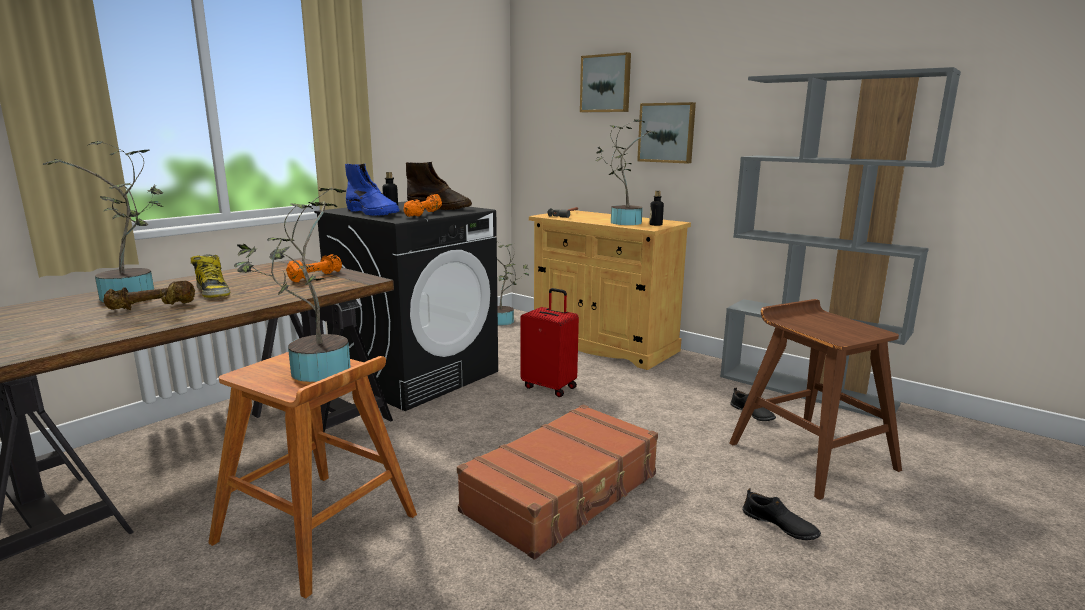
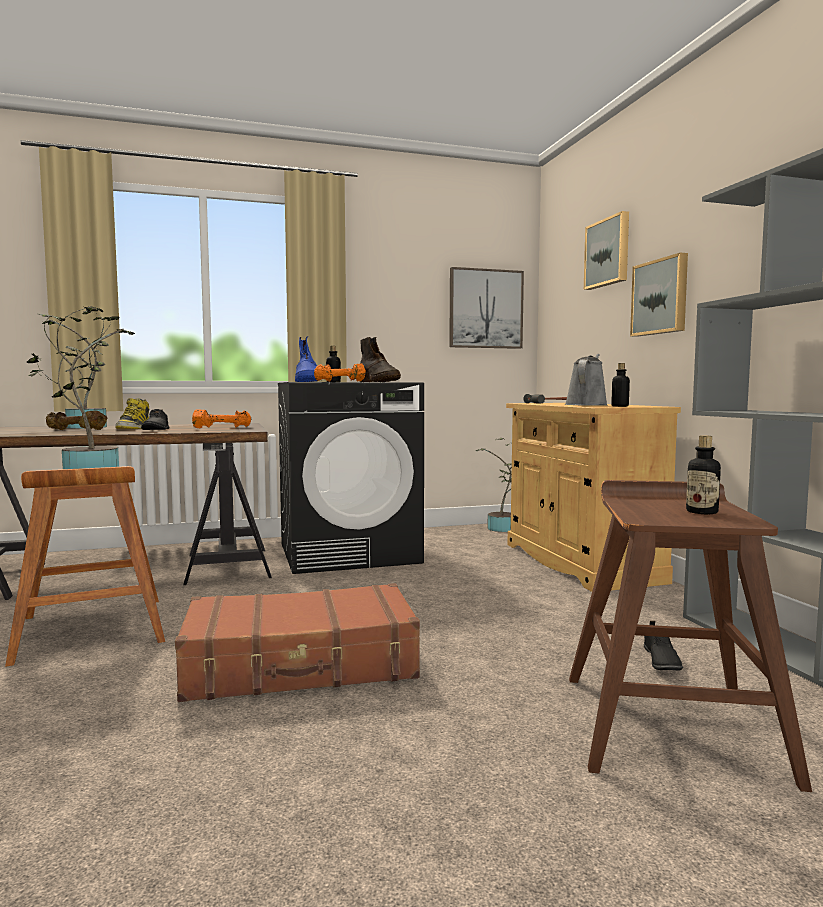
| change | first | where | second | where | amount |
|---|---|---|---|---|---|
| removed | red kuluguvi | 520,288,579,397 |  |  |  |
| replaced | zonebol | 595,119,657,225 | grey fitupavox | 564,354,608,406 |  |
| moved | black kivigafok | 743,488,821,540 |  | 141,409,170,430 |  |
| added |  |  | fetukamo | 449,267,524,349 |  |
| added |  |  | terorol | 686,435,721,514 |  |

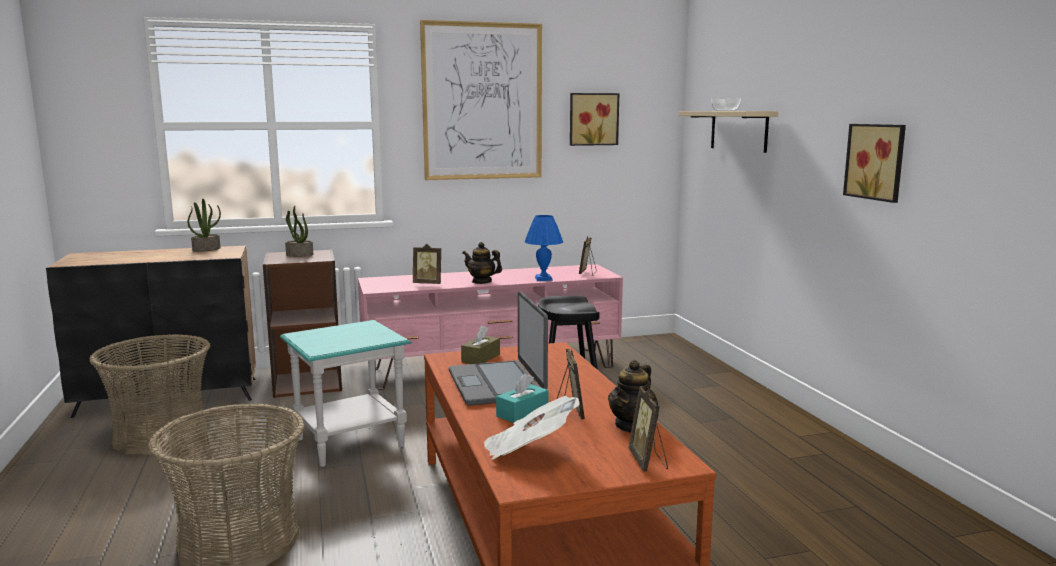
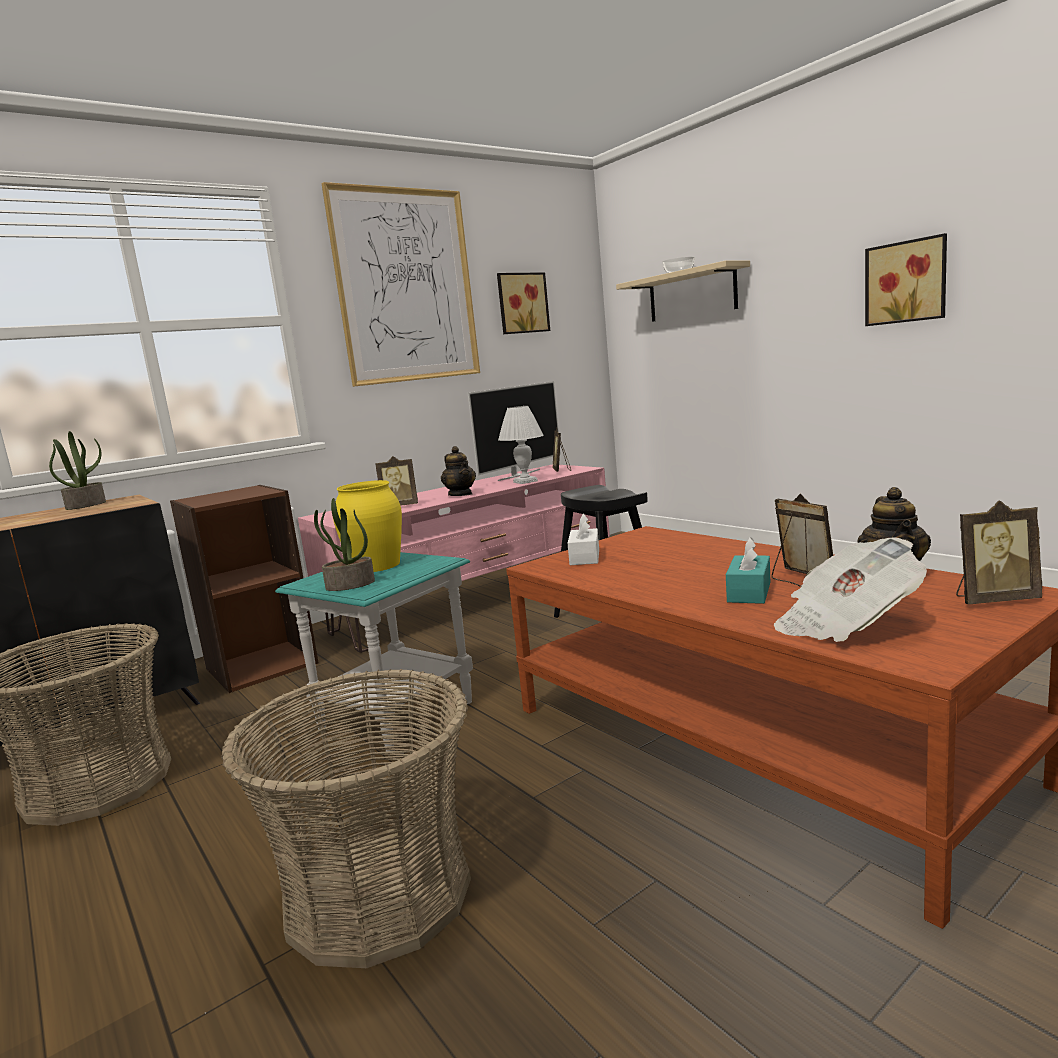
| change | first | where | second | where | amount |
|---|---|---|---|---|---|
| moved | zonebol | 285,206,313,257 |  | 314,498,375,591 |  |
| removed | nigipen | 449,291,548,406 |  |  |  |
| recoloured | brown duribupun | 461,325,500,364 | white duribupun | 568,513,599,565 |  |
| turned | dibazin | 462,242,502,284 |  | 441,446,476,496 | 120 degrees counterclockwise |
| recoloured | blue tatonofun | 525,215,563,281 | white tatonofun | 498,406,544,484 |  |
| turned | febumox | 628,386,668,471 |  | 956,500,1042,604 | 60 degrees counterclockwise |
| added |  |  | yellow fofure | 333,480,402,572 |  |
| added |  |  | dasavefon | 468,381,561,481 |  |

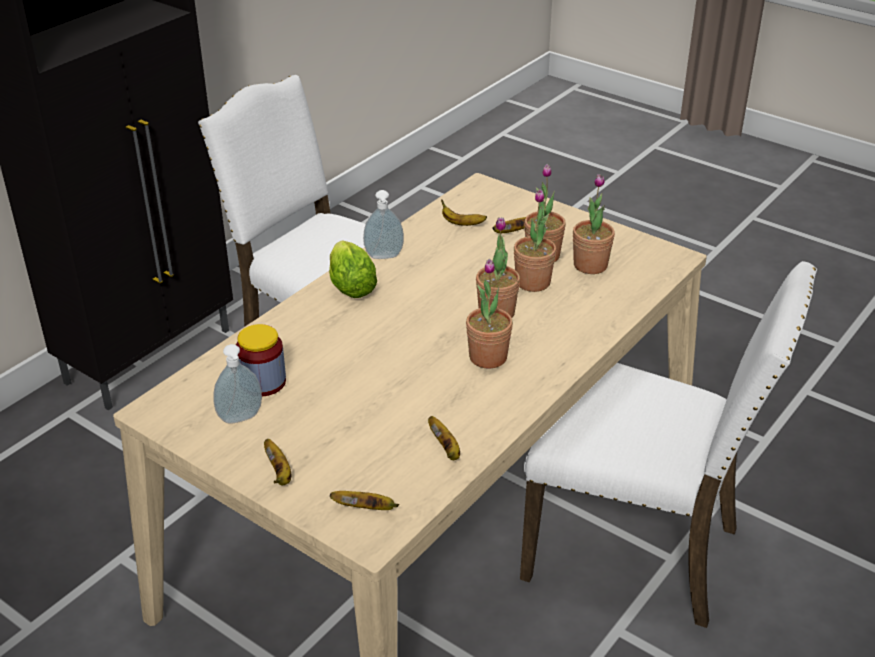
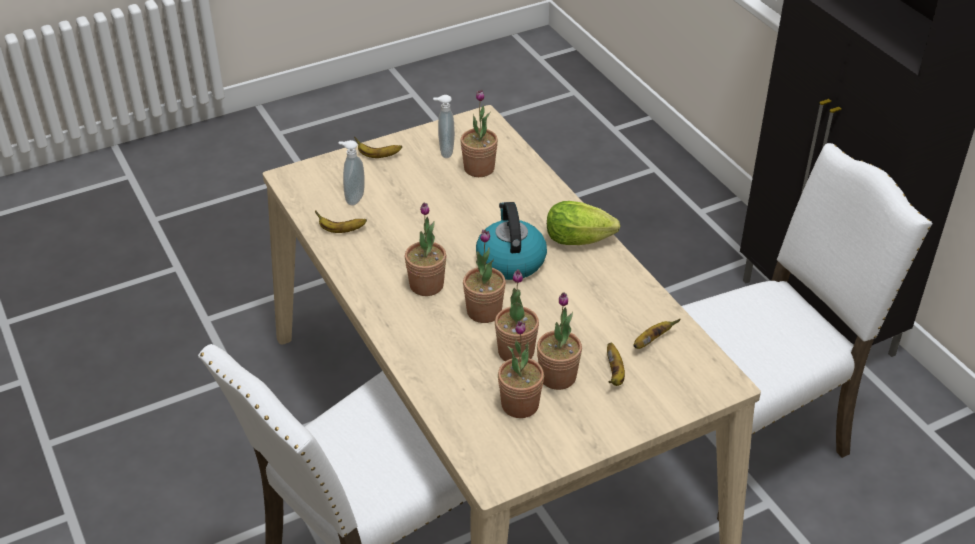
| change | first | where | second | where | amount |
|---|---|---|---|---|---|
| replaced | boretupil | 236,324,286,397 | zonebol | 460,90,498,177 |  |
| removed | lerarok | 330,491,399,510 |  |  |  |
| moved | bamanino | 363,190,404,259 |  | 339,140,365,206 |  |
| added |  |  | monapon | 476,202,547,280 |  |

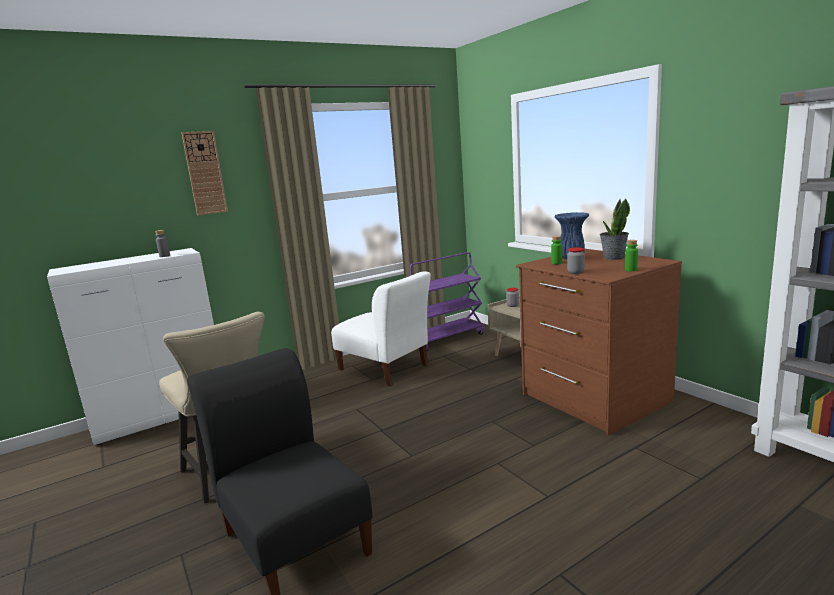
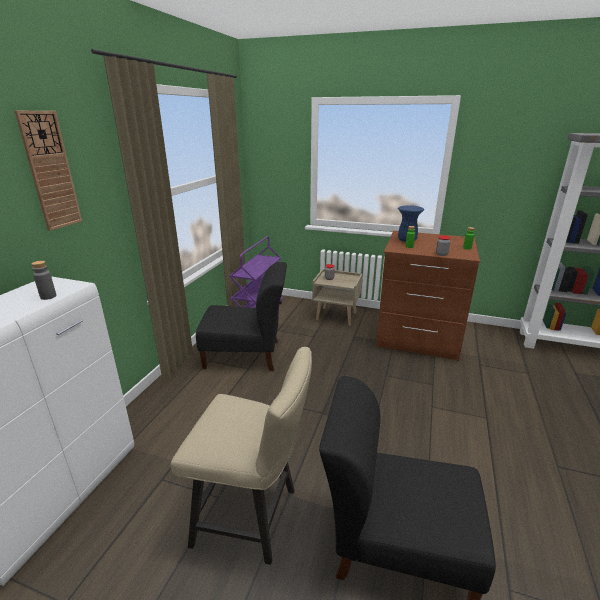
| change | first | where | second | where | amount |
|---|---|---|---|---|---|
| recoloured | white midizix | 331,271,431,386 | black midizix | 196,262,287,371 |  |
| removed | zonebol | 600,198,630,260 |  |  |  |

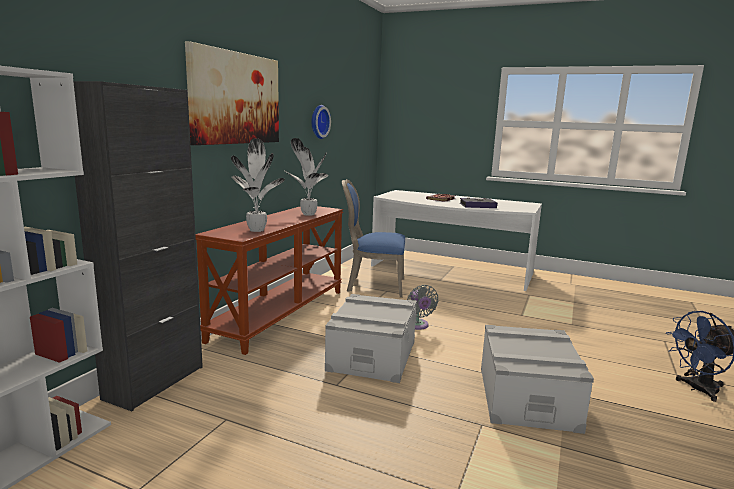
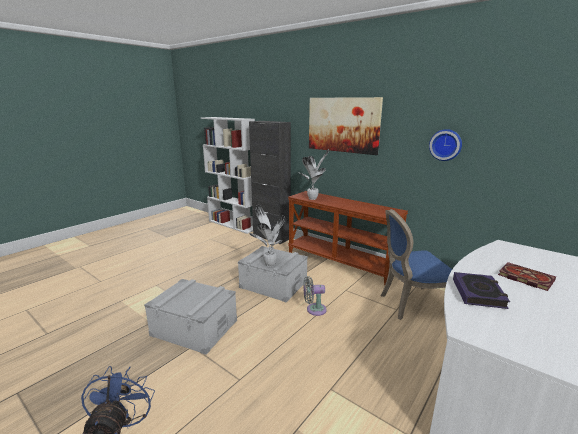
| change | first | where | second | where | amount |
|---|---|---|---|---|---|
| moved | zonebol | 285,138,328,216 |  | 249,205,285,267 |  |
| turned | blue midizix | 342,179,405,298 |  | 381,209,452,320 | 120 degrees counterclockwise |

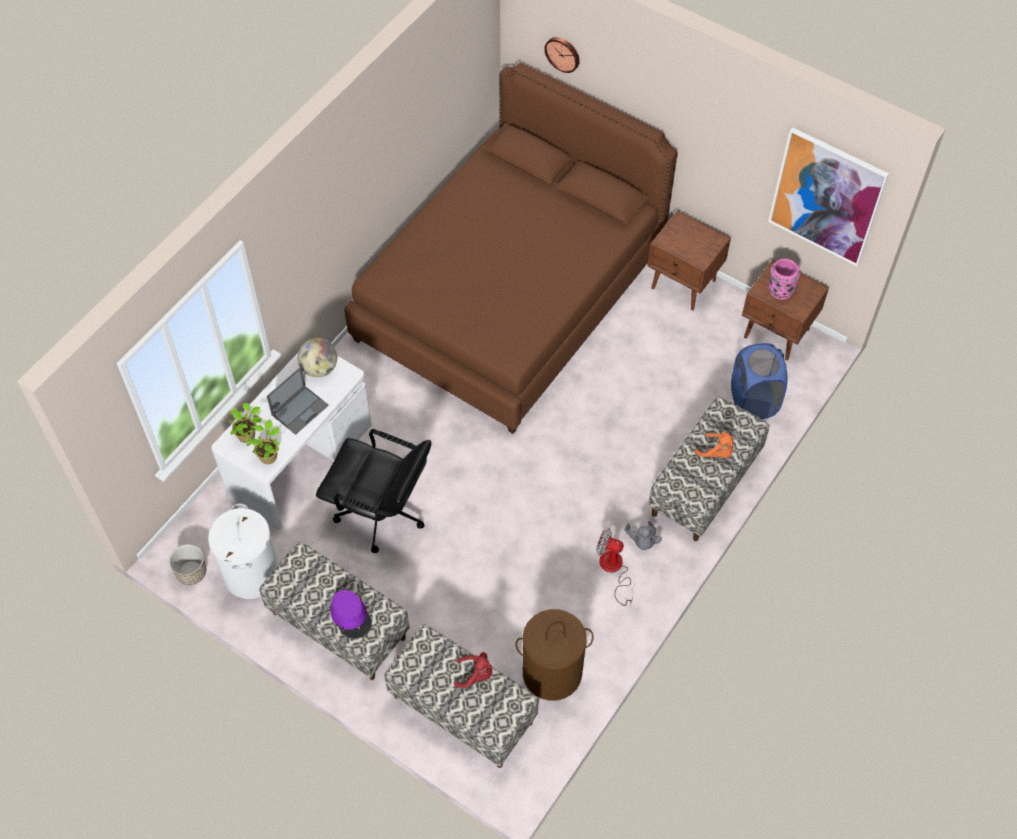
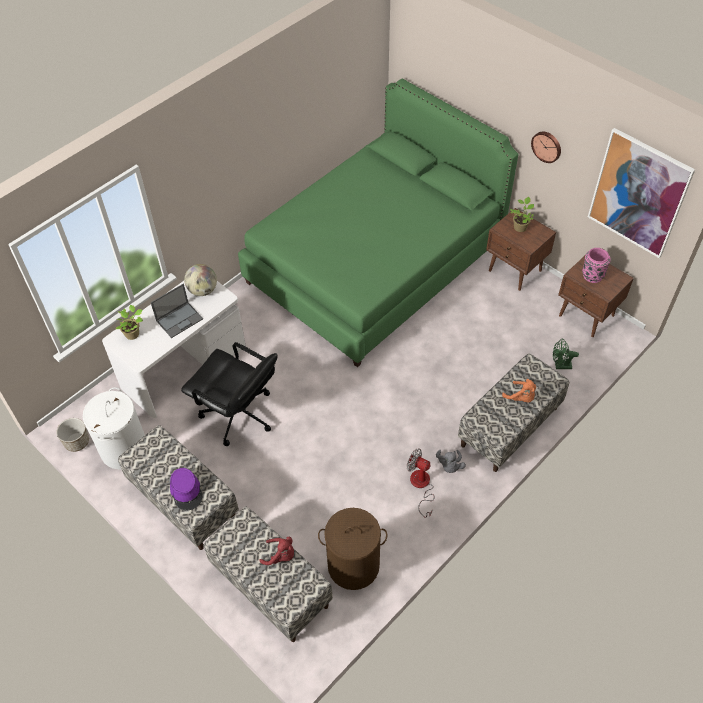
| change | first | where | second | where | amount |
|---|---|---|---|---|---|
| moved | zonebol | 247,419,280,464 |  | 510,197,534,232 |  |
| recoloured | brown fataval | 344,62,678,434 | green fataval | 238,79,518,367 |  |
| moved | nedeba | 544,37,580,73 |  | 531,131,561,163 |  |
| replaced | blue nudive | 731,343,787,419 | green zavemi | 553,339,579,369 |  |

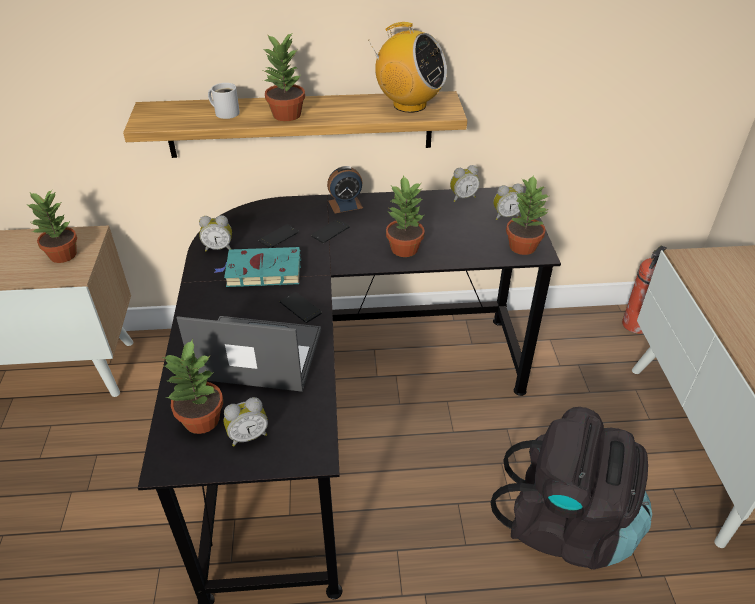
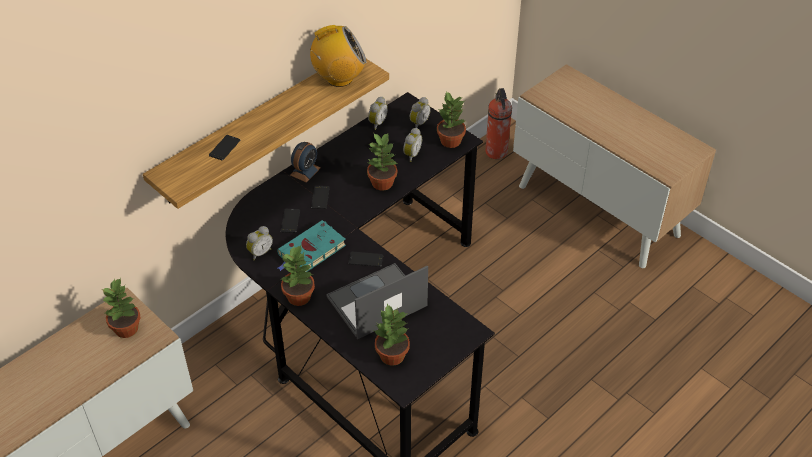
| change | first | where | second | where | amount |
|---|---|---|---|---|---|
| replaced | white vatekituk | 208,83,240,119 | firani | 209,135,240,160 |  |
| moved | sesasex | 224,397,268,447 |  | 403,128,422,162 |  |
| moved | zonebol | 262,32,305,121 |  | 281,246,315,306 |  |
| removed | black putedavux | 491,407,652,570 |  |  |  |

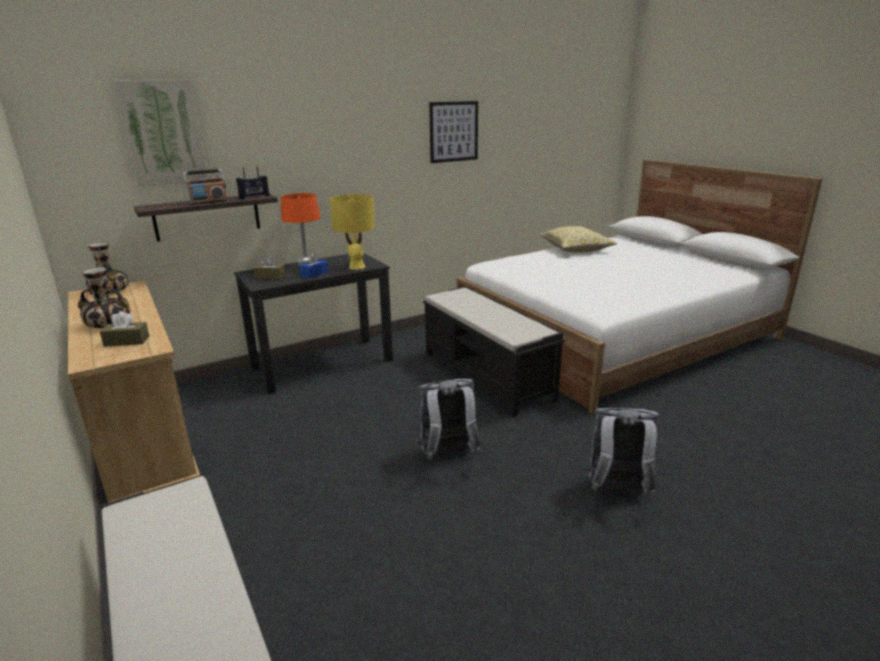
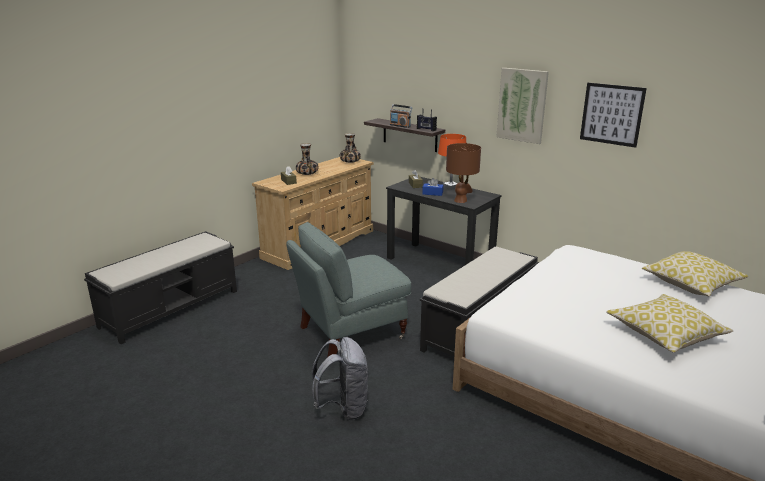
| change | first | where | second | where | amount |
|---|---|---|---|---|---|
| moved | fetukamo | 114,80,208,186 |  | 496,68,549,144 |  |
| recoloured | yellow tatonofun | 330,194,375,270 | brown tatonofun | 446,143,481,203 |  |
| replaced | grey putedavux | 418,379,482,460 | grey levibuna | 286,222,411,357 |  |
| added |  |  | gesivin | 606,294,734,353 |  |

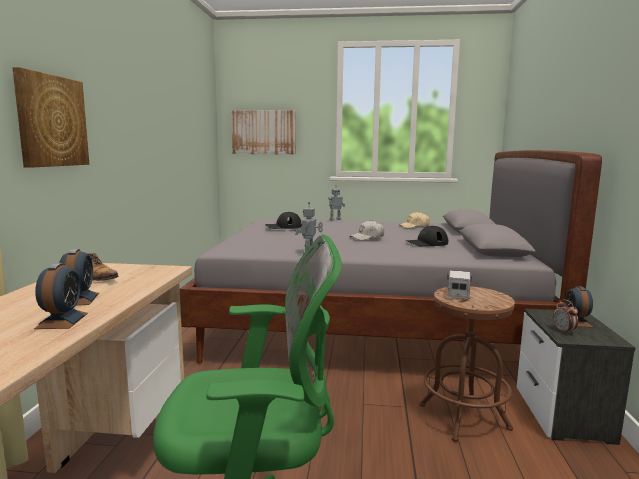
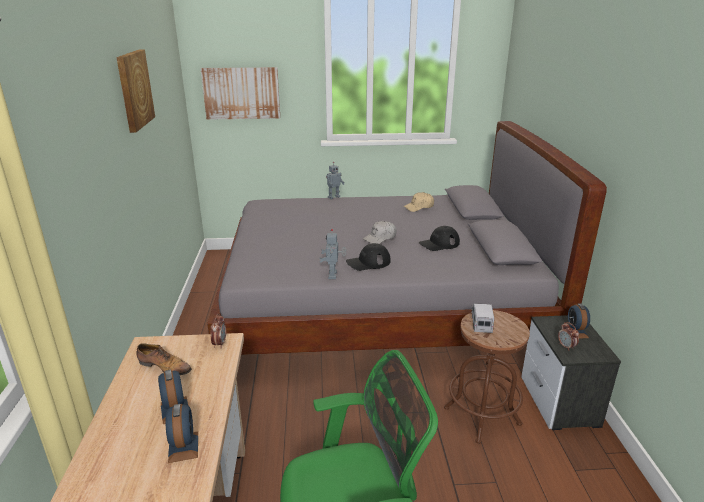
| change | first | where | second | where | amount |
|---|---|---|---|---|---|
| moved | fetukamo | 12,67,89,168 |  | 116,50,155,133 |  |
| moved | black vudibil | 265,212,302,229 |  | 346,243,391,271 |  |
| added |  |  | sesasex | 211,314,226,347 |  |

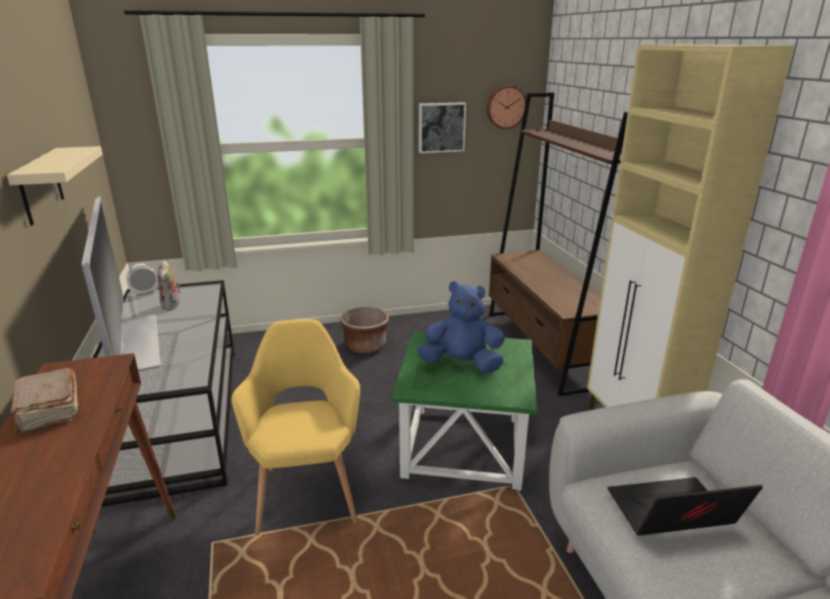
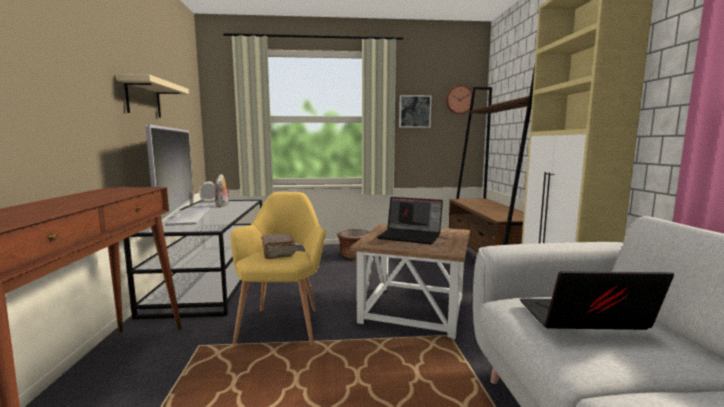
| change | first | where | second | where | amount |
|---|---|---|---|---|---|
| moved | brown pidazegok | 10,368,78,433 |  | 261,233,296,259 |  |
| recoloured | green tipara | 391,332,537,491 | brown tipara | 350,224,470,339 |  |
| replaced | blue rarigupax | 417,281,505,373 | nigipen | 377,197,443,244 |  |

